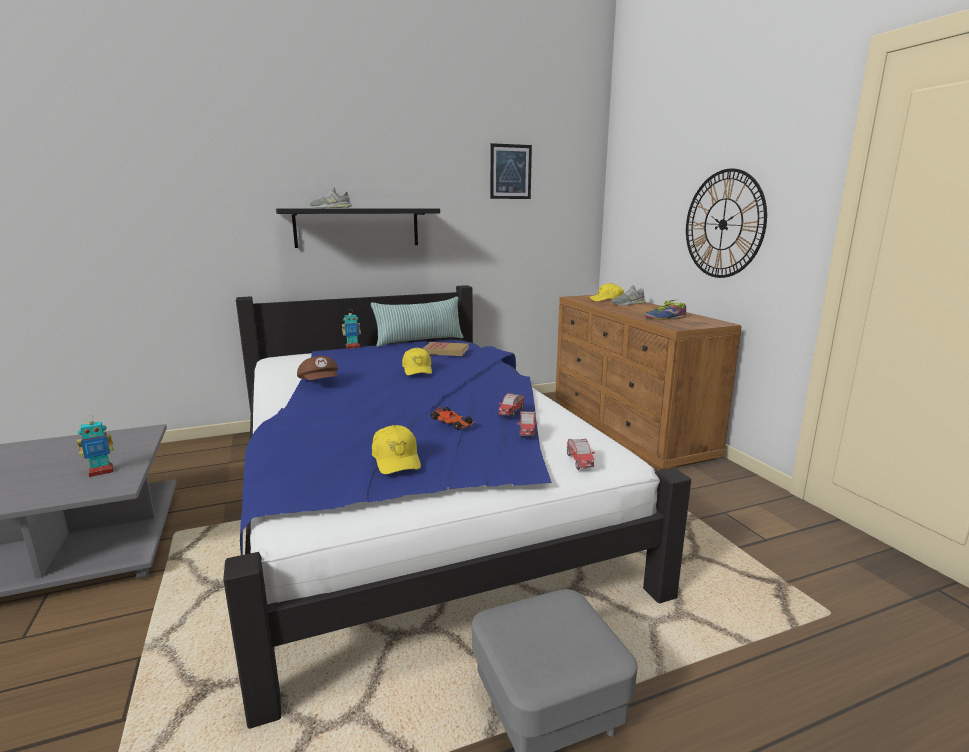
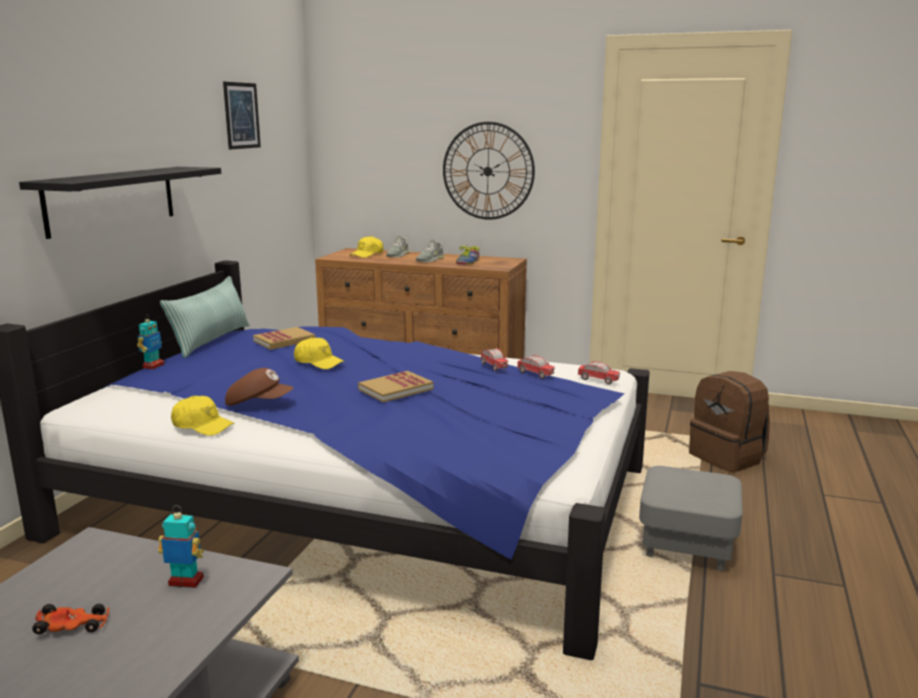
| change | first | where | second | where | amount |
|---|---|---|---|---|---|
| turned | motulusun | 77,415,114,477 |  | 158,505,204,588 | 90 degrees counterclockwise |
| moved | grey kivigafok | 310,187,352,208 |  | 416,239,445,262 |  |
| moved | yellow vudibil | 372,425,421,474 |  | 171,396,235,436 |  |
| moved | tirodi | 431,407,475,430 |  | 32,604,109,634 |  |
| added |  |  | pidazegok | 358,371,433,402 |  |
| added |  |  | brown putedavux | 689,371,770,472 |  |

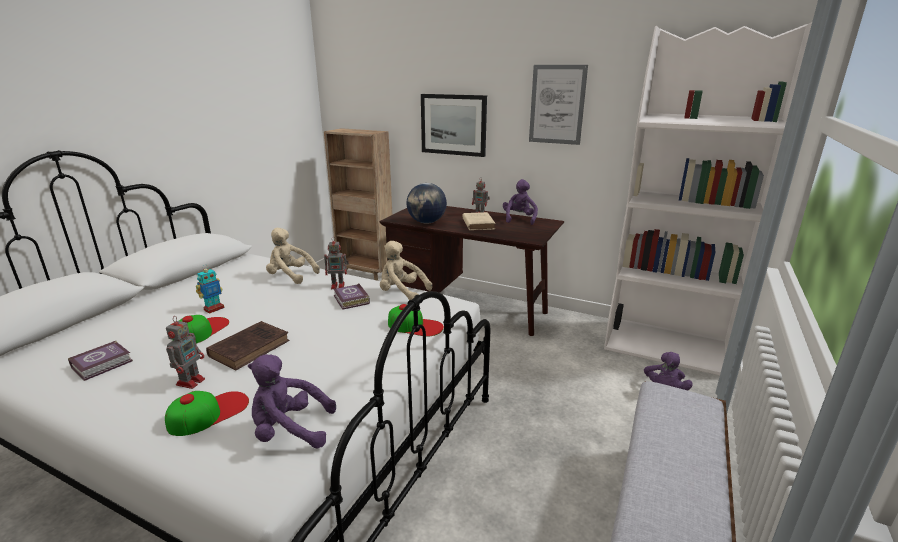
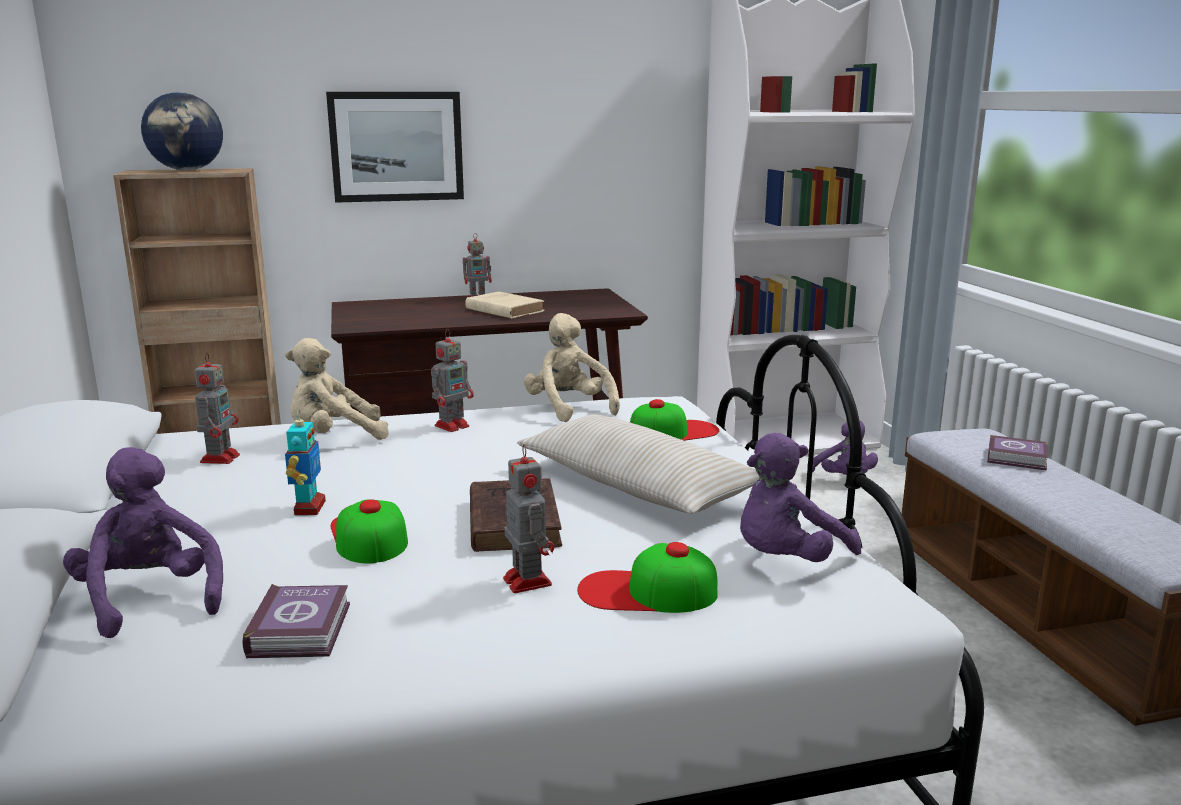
| change | first | where | second | where | amount |
|---|---|---|---|---|---|
| turned | vudibil | 165,391,249,436 |  | 577,542,718,613 | 90 degrees counterclockwise |
| moved | pidazegok | 333,283,370,310 |  | 987,435,1049,471 |  |
| turned | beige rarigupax | 380,241,432,300 |  | 524,313,620,422 | 75 degrees clockwise |
| moved | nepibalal | 407,183,447,223 |  | 141,92,223,171 |  |
| moved | purple rarigupax | 503,179,538,225 |  | 63,447,223,638 |  |
| removed | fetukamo | 529,65,588,145 |  |  |  |
| added |  |  | motulusun | 195,353,240,464 |  |
| added |  |  | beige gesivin | 517,414,760,514 |  |

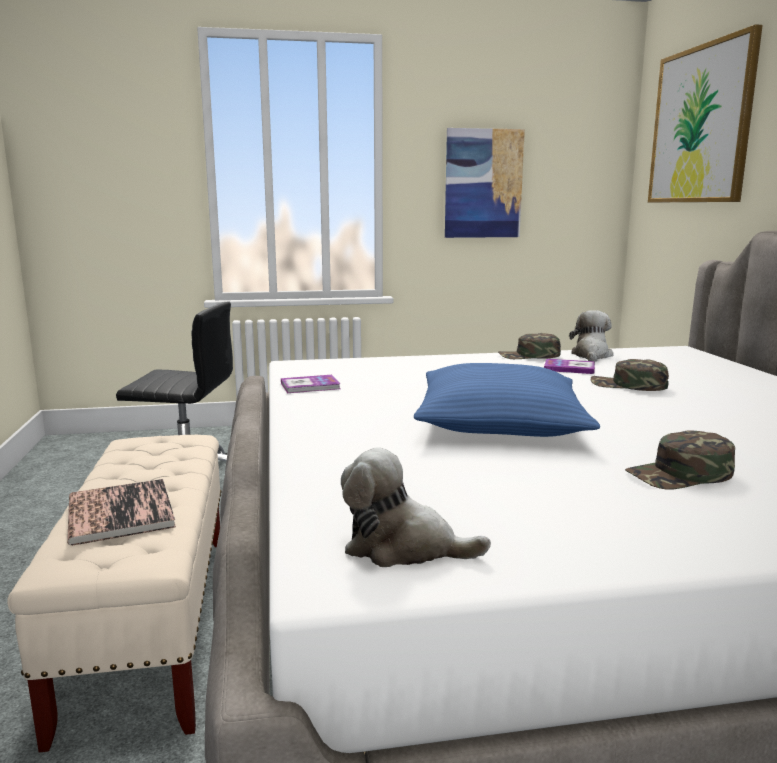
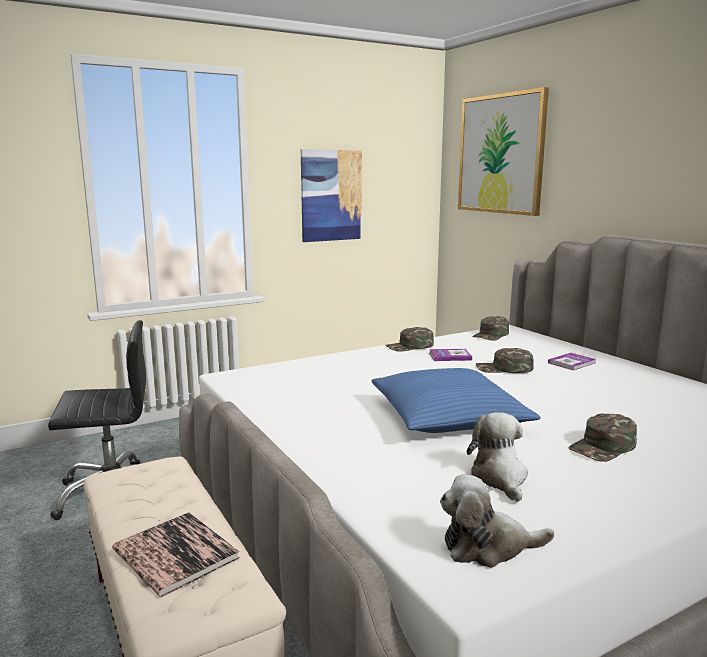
| change | first | where | second | where | amount |
|---|---|---|---|---|---|
| moved | pidazegok | 281,375,341,393 |  | 548,353,596,371 |  |
| moved | rarigupax | 569,310,614,361 |  | 467,412,528,502 |  |
| added |  |  | green vudibil | 472,316,509,341 |  |

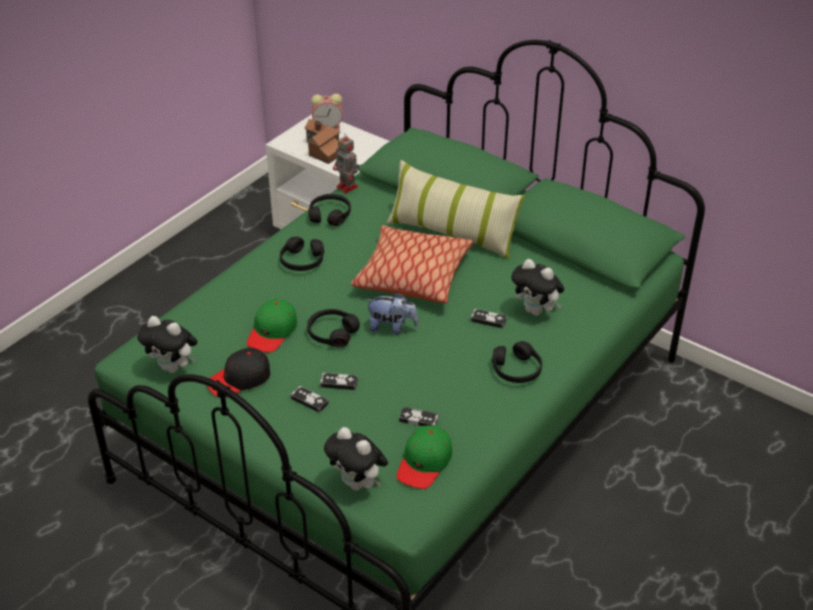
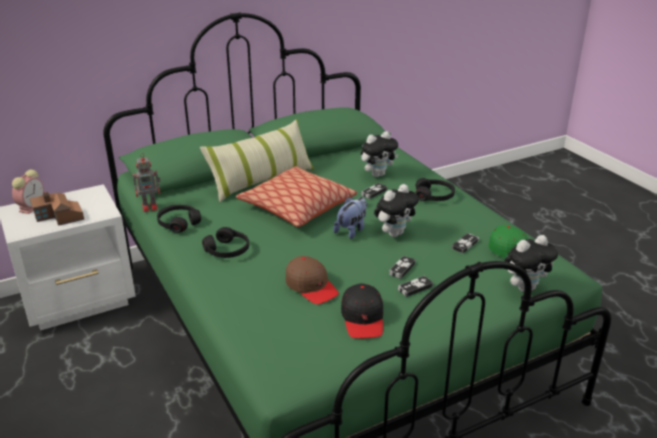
| change | first | where | second | where | amount |
|---|---|---|---|---|---|
| moved | rarigupax | 137,316,198,373 |  | 374,184,419,237 |  |
| recoloured | green vudibil | 246,299,297,353 | brown vudibil | 286,256,339,304 |  |
| removed | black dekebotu | 307,309,360,348 |  |  |  |

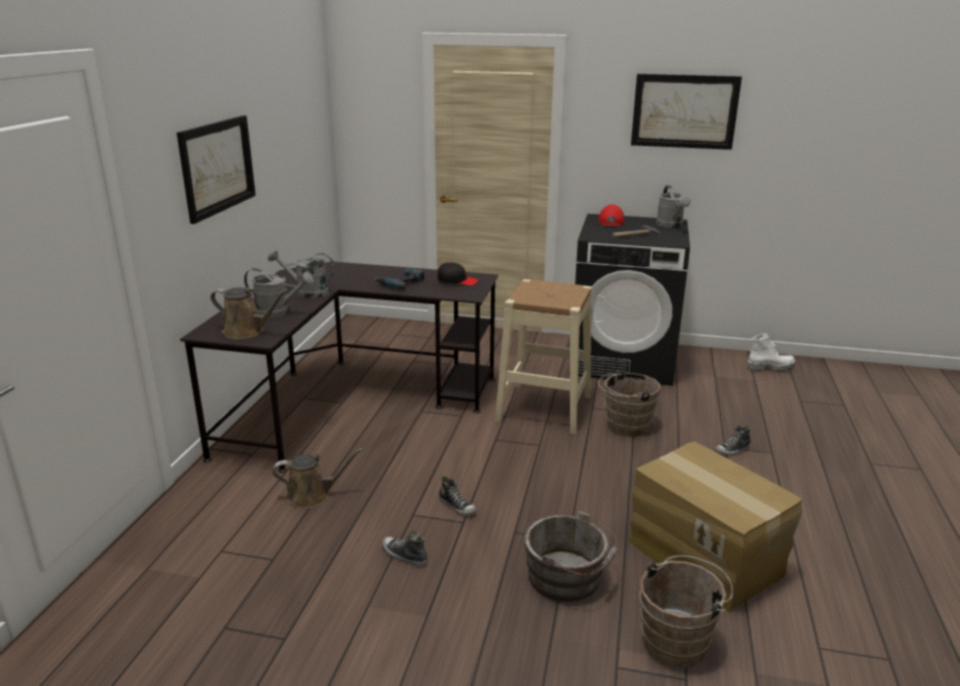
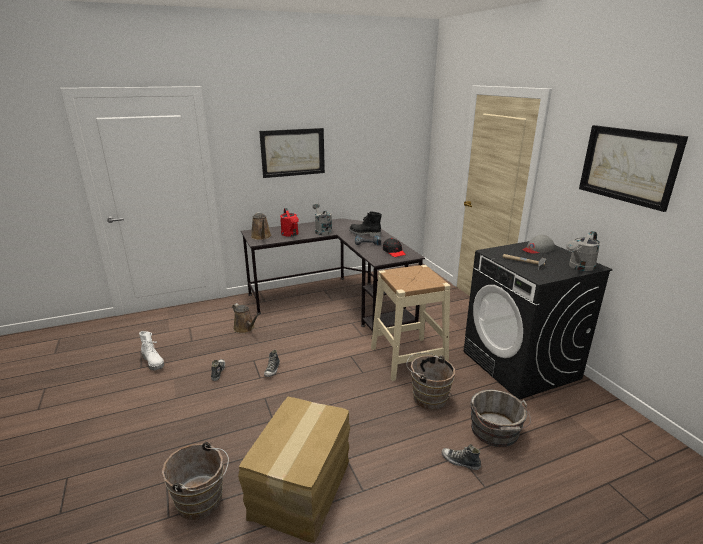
| change | first | where | second | where | amount |
|---|---|---|---|---|---|
| recoloured | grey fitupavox | 244,268,314,318 | red fitupavox | 280,208,299,236 |  |
| moved | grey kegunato | 524,511,618,602 |  | 471,390,531,447 |  |
| recoloured | red vudibil | 598,204,624,227 | grey vudibil | 522,235,555,254 |  |
| moved | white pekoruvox | 747,333,795,371 |  | 139,331,164,370 |  |
| added |  |  | black pekoruvox | 349,211,382,237 |  |

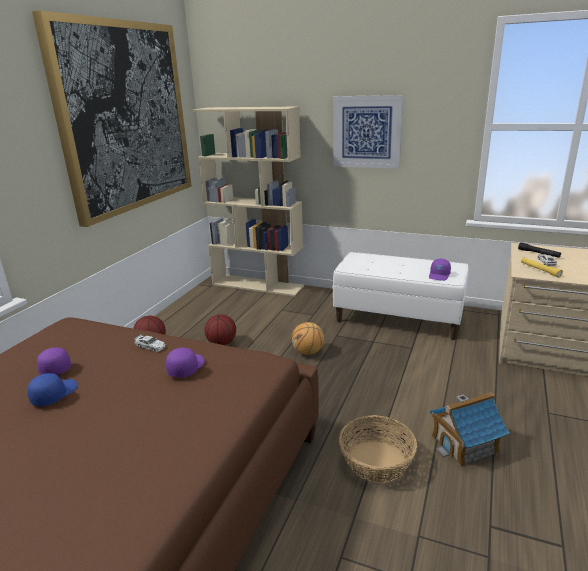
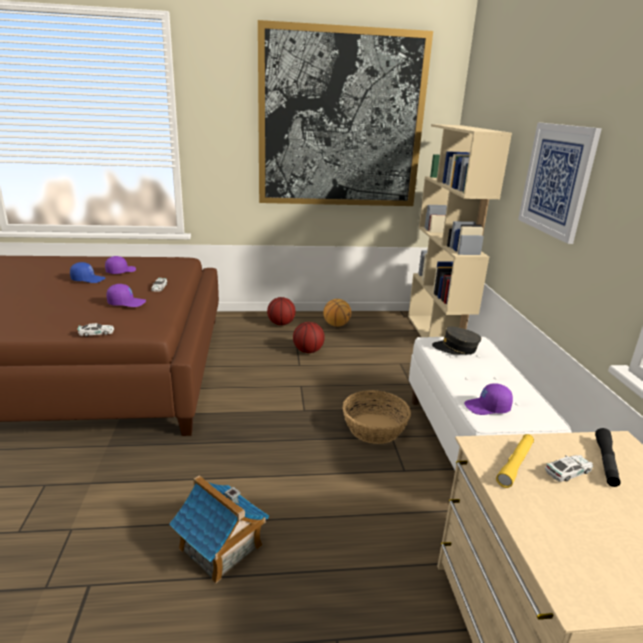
| change | first | where | second | where | amount |
|---|---|---|---|---|---|
| moved | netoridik | 292,322,324,355 |  | 323,299,351,327 |  |
| moved | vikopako | 339,415,417,483 |  | 342,390,411,444 |  |
| added |  |  | tirodi | 77,323,114,336 |  |
| added |  |  | grey vudibil | 432,327,481,354 |  |

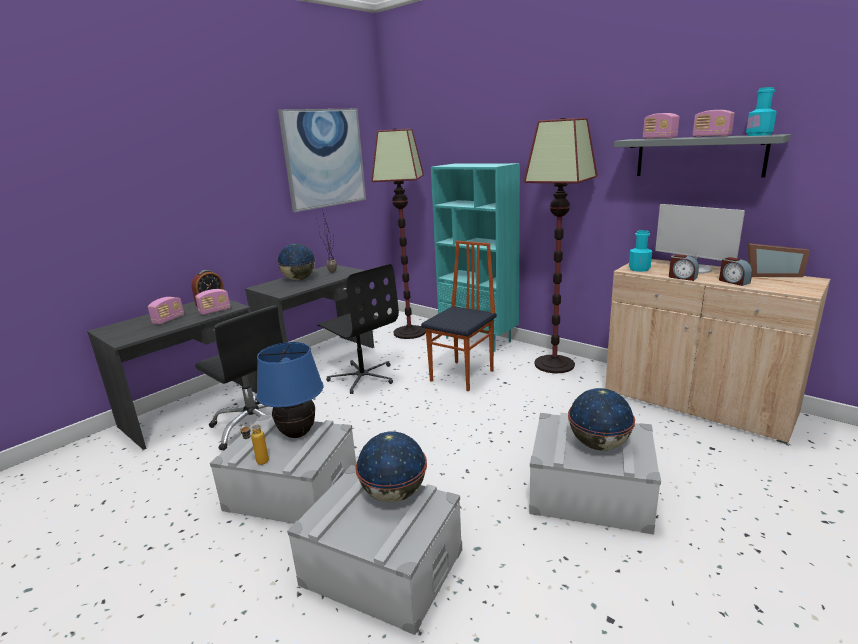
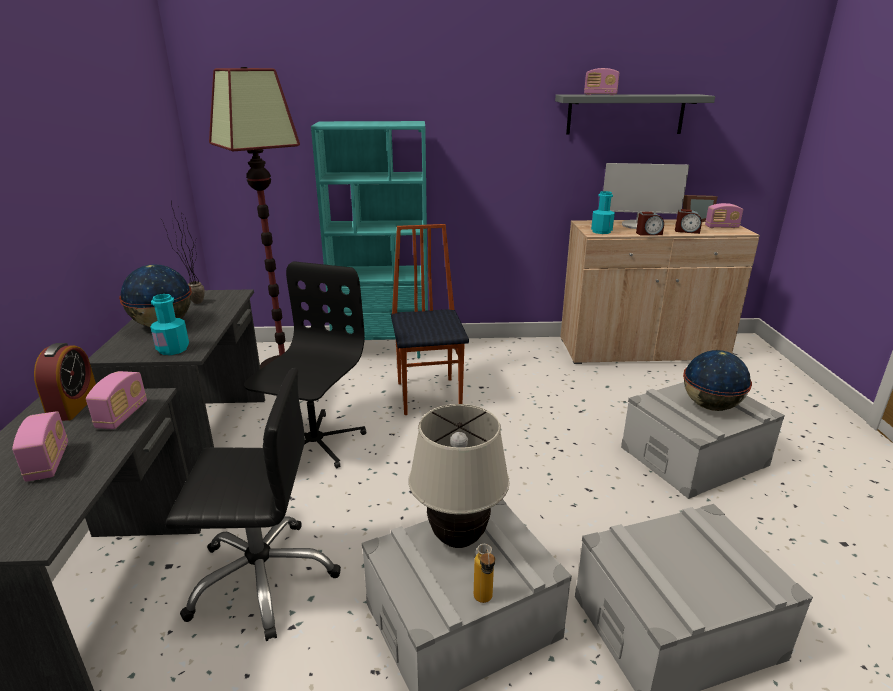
| change | first | where | second | where | amount |
|---|---|---|---|---|---|
| recoloured | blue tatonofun | 256,342,323,438 | beige tatonofun | 409,404,509,548 |  |
| removed | fetukamo | 278,109,366,212 |  |  |  |
| turned | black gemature | 317,264,399,394 |  | 244,261,367,468 | 75 degrees counterclockwise |
| removed | nepibalal | 356,431,427,502 |  |  |  |
| removed | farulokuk | 524,118,597,374 |  |  |  |
| moved | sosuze | 693,110,735,137 |  | 705,203,743,228 |  |
| moved | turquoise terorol | 746,87,777,136 |  | 150,294,189,355 |  |

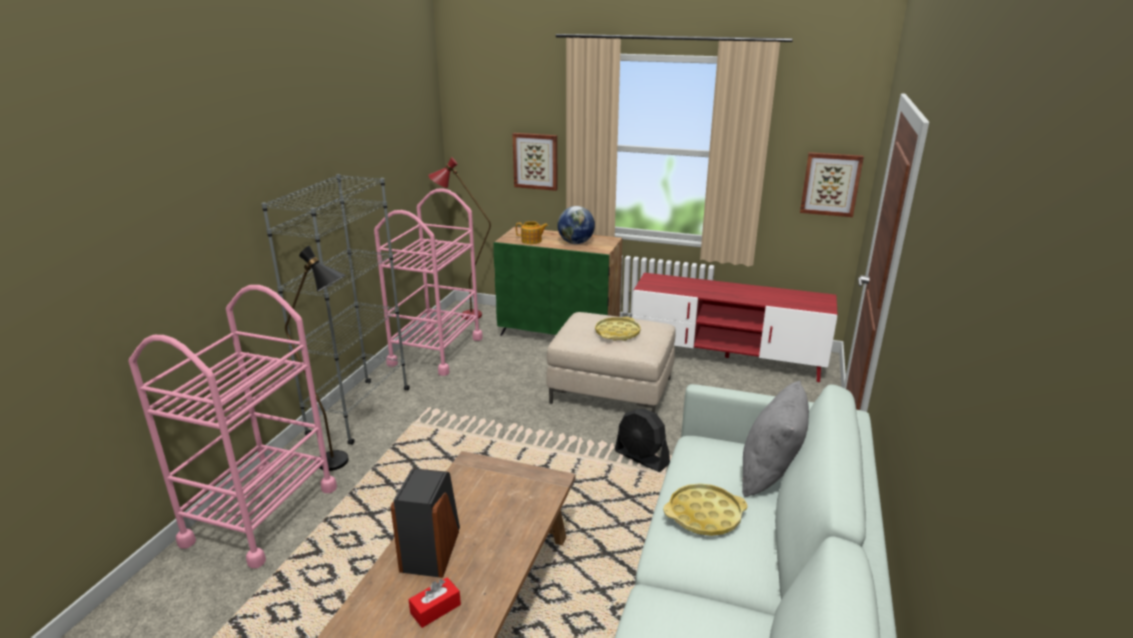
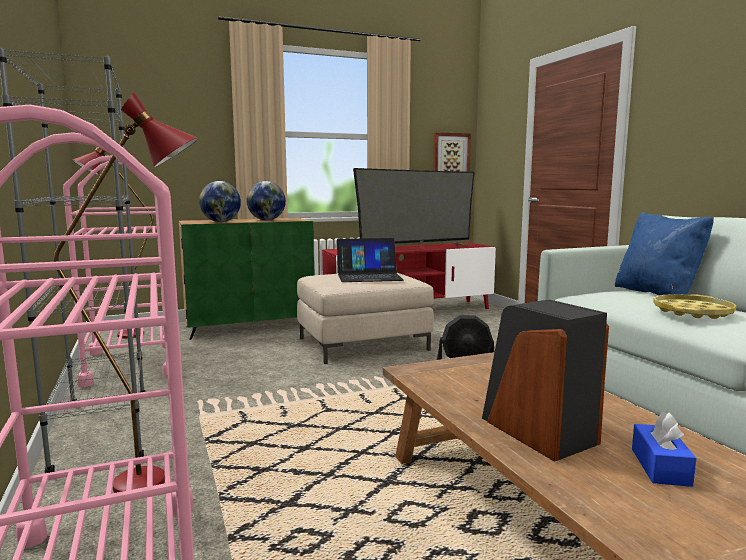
| change | first | where | second | where | amount |
|---|---|---|---|---|---|
| recoloured | black farulokuk | 285,246,349,471 | red farulokuk | 54,92,198,493 |  |
| recoloured | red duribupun | 408,577,461,628 | blue duribupun | 632,412,696,487 |  |
| removed | fetukamo | 512,133,558,191 |  |  |  |
| replaced | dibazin | 516,221,548,244 | nepibalal | 199,181,241,222 |  |
| replaced | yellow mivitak | 595,317,641,341 | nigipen | 337,238,404,282 |  |
| recoloured | grey gesivin | 742,381,809,497 | blue gesivin | 615,212,714,295 |  |
| added |  |  | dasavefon | 353,168,475,246 |  |

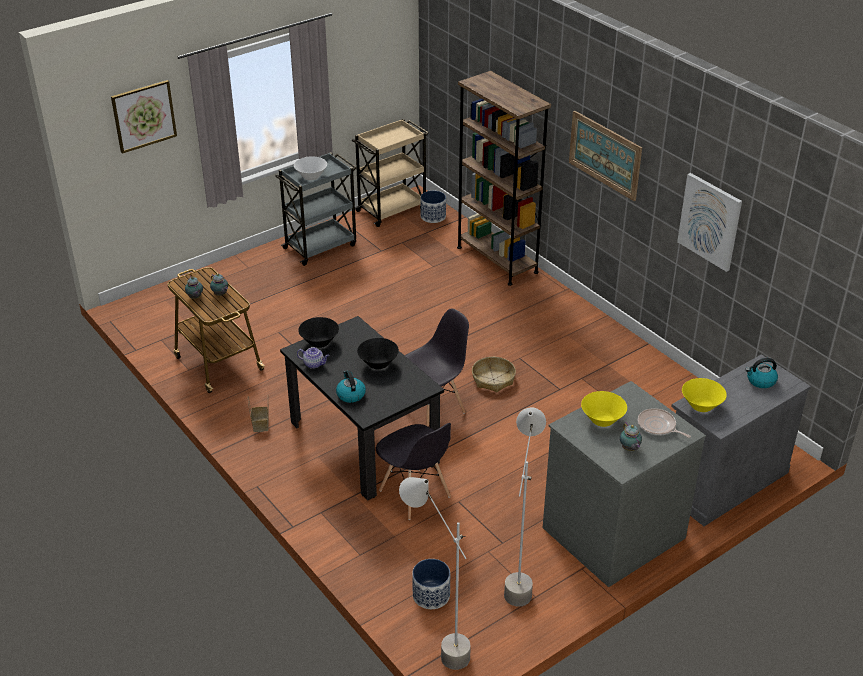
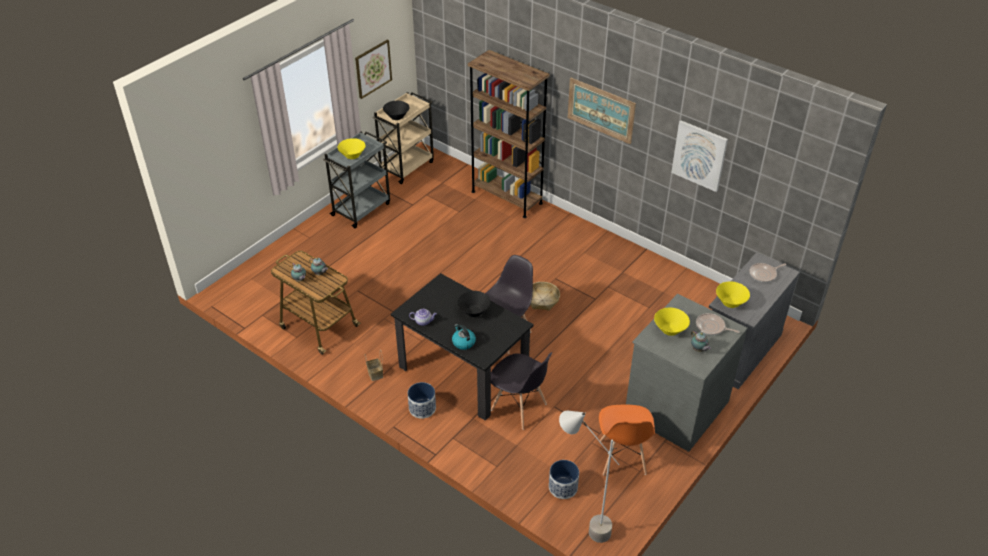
| change | first | where | second | where | amount |
|---|---|---|---|---|---|
| moved | fetukamo | 111,80,177,154 |  | 355,40,392,99 |  |
| recoloured | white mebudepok | 294,156,327,180 | yellow mebudepok | 337,138,366,159 |  |
| moved | black mebudepok | 298,317,339,348 |  | 383,101,409,120 |  |
| moved | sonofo | 421,191,446,223 |  | 408,382,436,419 |  |
| replaced | grey farulokuk | 504,407,546,606 | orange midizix | 599,405,655,476 |  |
| replaced | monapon | 745,358,778,388 | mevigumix | 749,263,786,282 |  |

